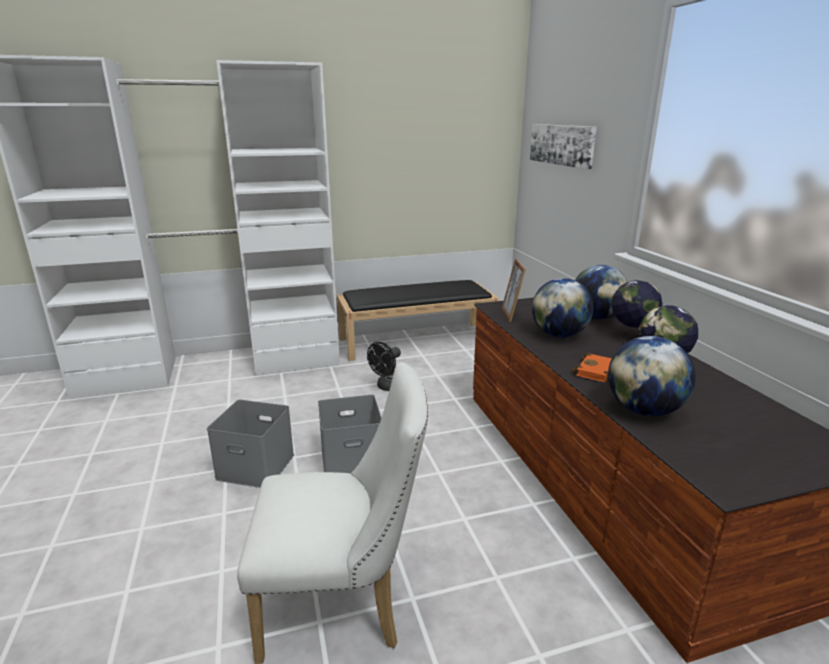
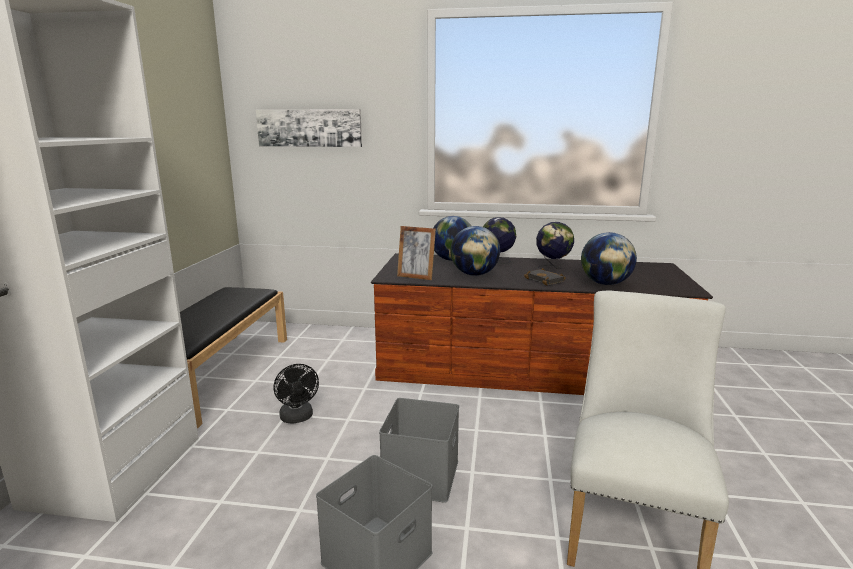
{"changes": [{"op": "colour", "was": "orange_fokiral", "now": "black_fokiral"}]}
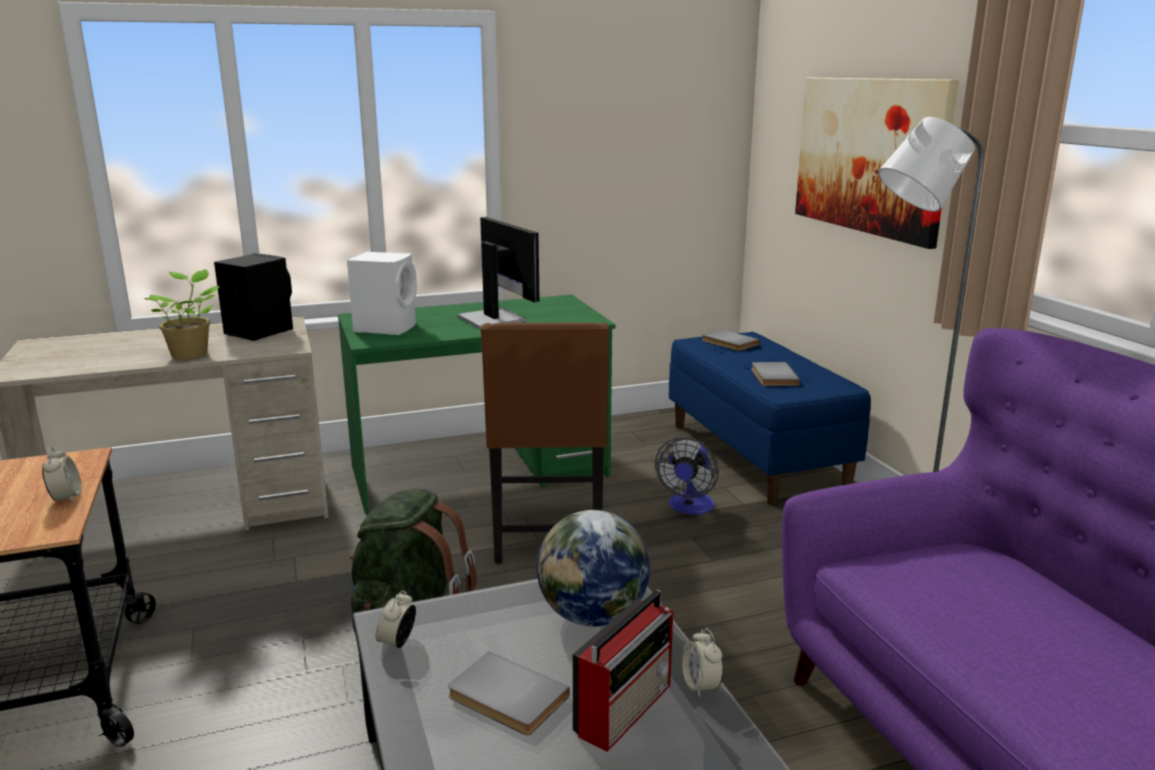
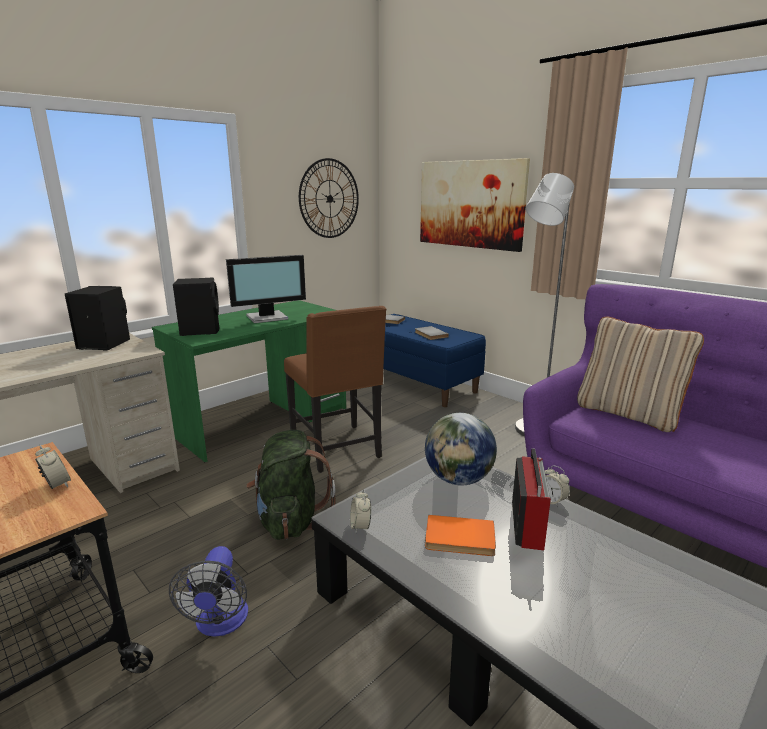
{"changes": [{"op": "spun", "was": "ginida", "clockwise": 120}, {"op": "colour", "was": "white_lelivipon", "now": "black_lelivipon (no. 2 from left)"}, {"op": "missing", "was": "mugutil"}, {"op": "relocated", "was": "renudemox"}, {"op": "colour", "was": "grey_fokiral (no. 1 from left)", "now": "orange_fokiral"}, {"op": "appeared", "now": "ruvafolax"}, {"op": "appeared", "now": "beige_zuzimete"}]}
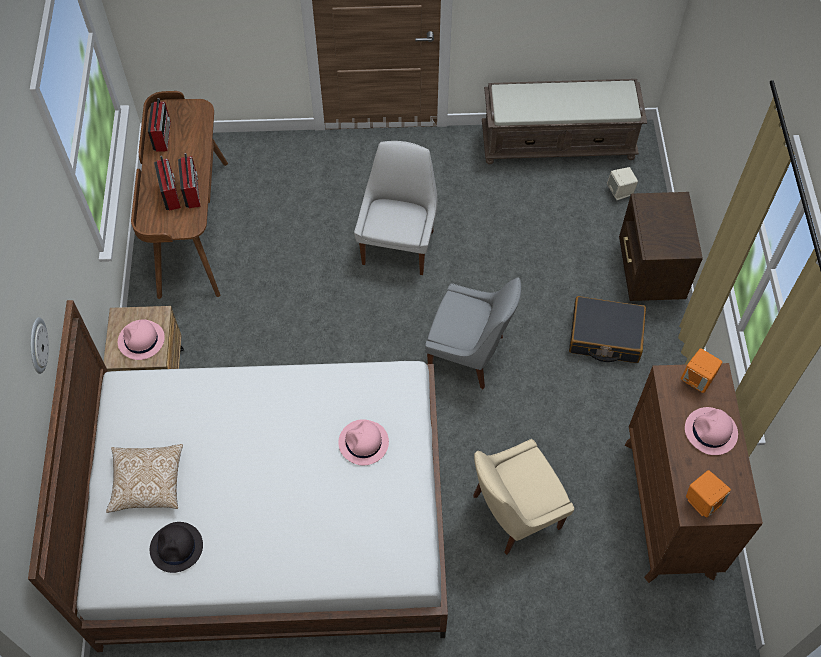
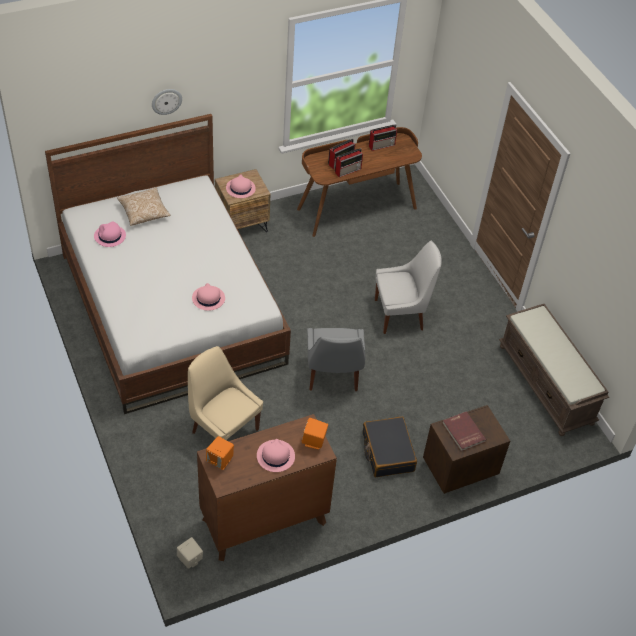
{"changes": [{"op": "relocated", "was": "beige_lelivipon"}, {"op": "colour", "was": "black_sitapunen", "now": "pink_sitapunen (no. 1 from left)"}, {"op": "appeared", "now": "red_fokiral"}]}
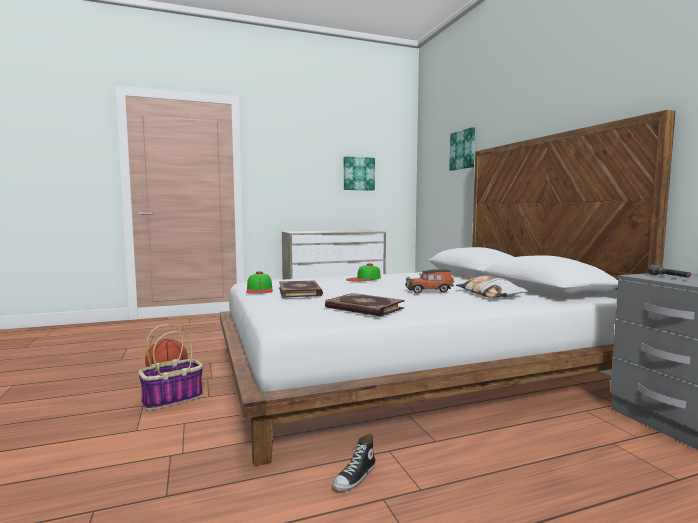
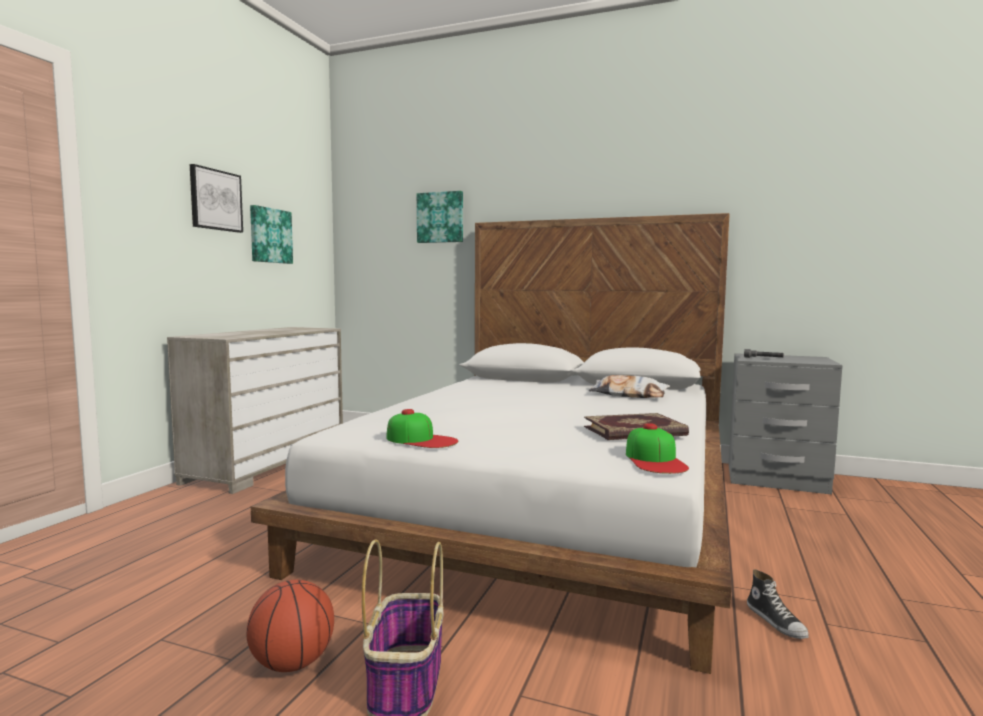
{"changes": [{"op": "relocated", "was": "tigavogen (no. 2 from left)"}, {"op": "missing", "was": "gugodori"}, {"op": "missing", "was": "fokiral (no. 1 from left)"}, {"op": "appeared", "now": "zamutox (no. 1 from left)"}]}
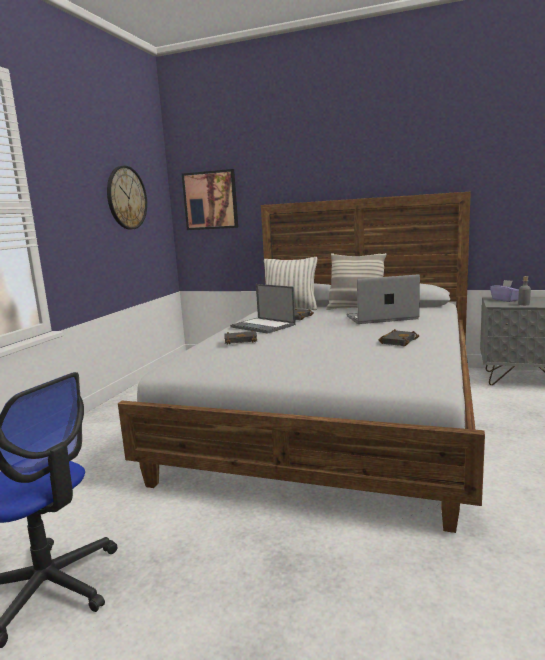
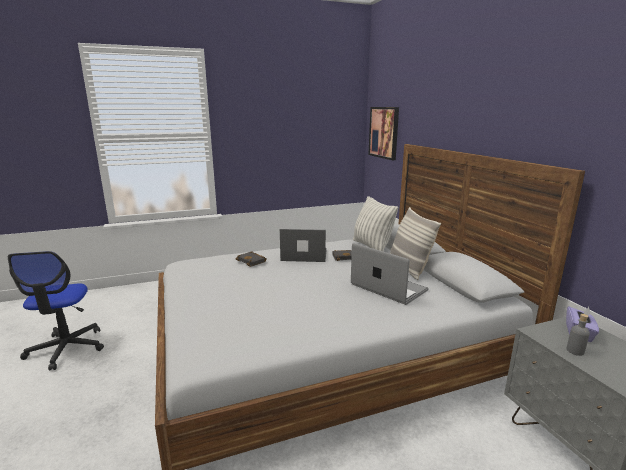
{"changes": [{"op": "missing", "was": "ruvafolax"}, {"op": "spun", "was": "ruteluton (no. 1 from left)", "clockwise": 90}, {"op": "missing", "was": "black_fokiral (no. 3 from left)"}]}
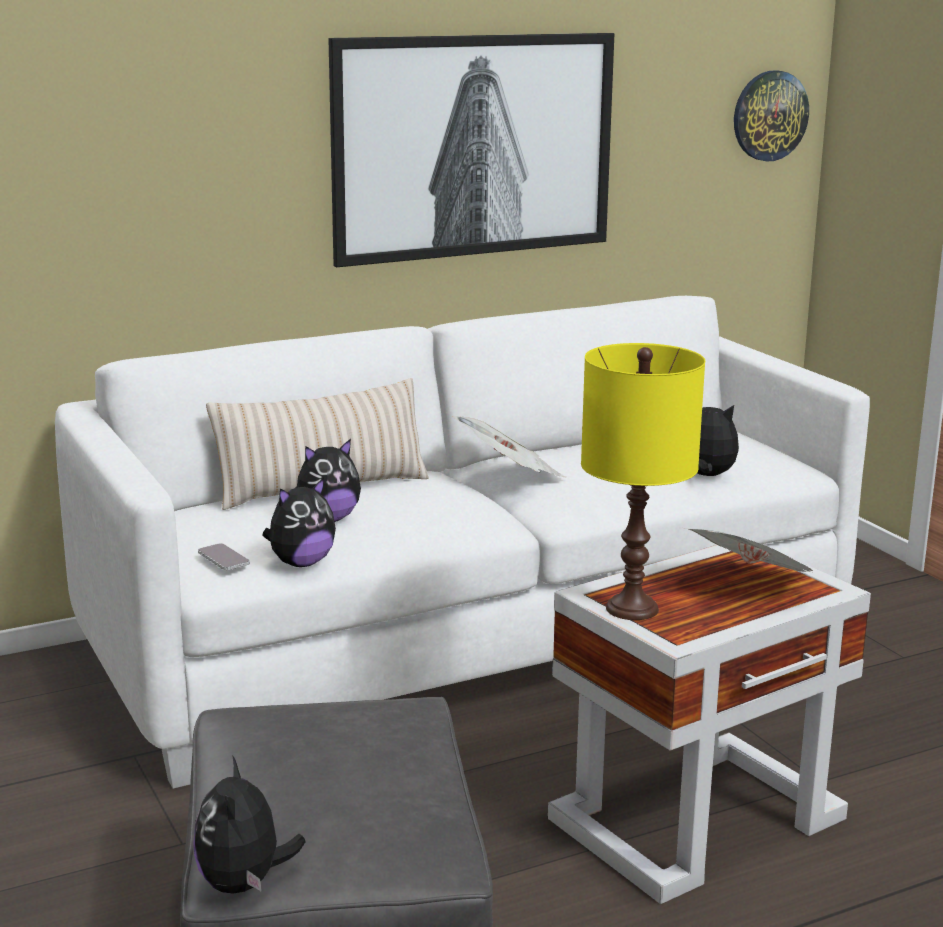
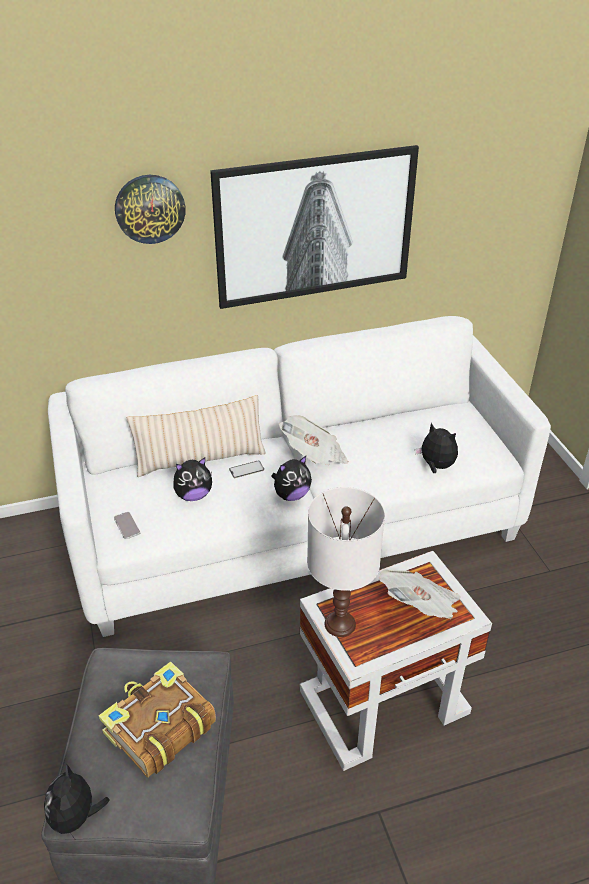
{"changes": [{"op": "relocated", "was": "ruvafolax"}, {"op": "colour", "was": "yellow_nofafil", "now": "white_nofafil"}, {"op": "relocated", "was": "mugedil (no. 2 from left in the first image)", "now": "mugedil (no. 3 from left)"}, {"op": "appeared", "now": "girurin (no. 2 from left)"}, {"op": "appeared", "now": "fokiral"}]}
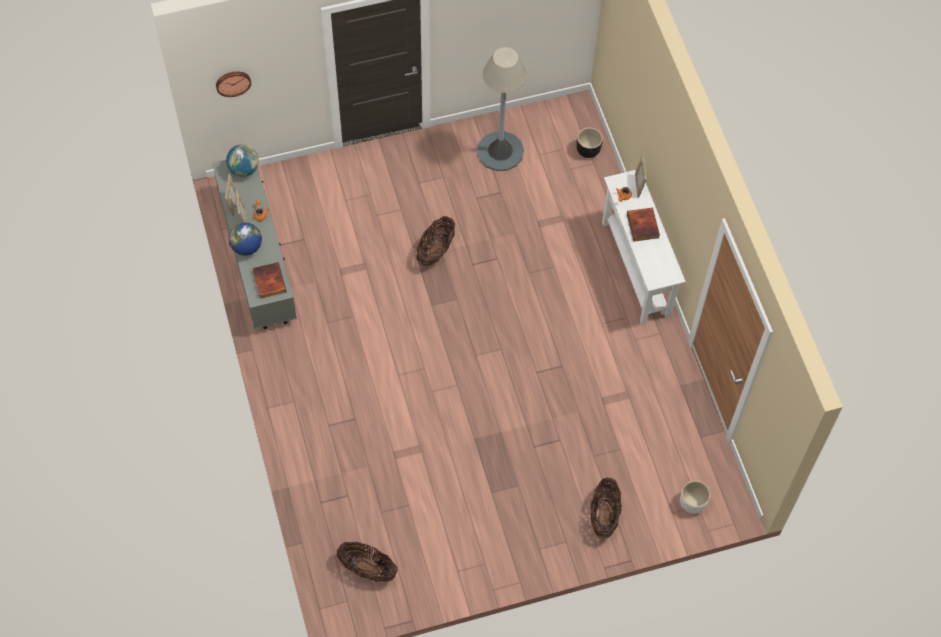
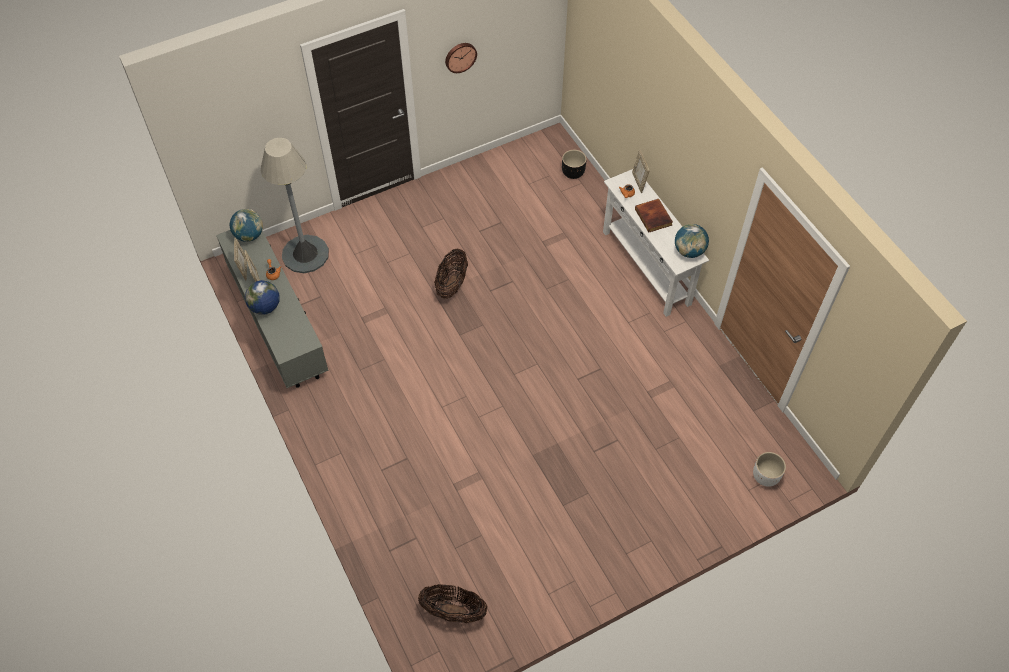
{"changes": [{"op": "relocated", "was": "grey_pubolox"}, {"op": "relocated", "was": "ruvafolax"}, {"op": "missing", "was": "fokiral (no. 1 from left)"}, {"op": "missing", "was": "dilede (no. 3 from left)"}, {"op": "appeared", "now": "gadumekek (no. 3 from left)"}]}
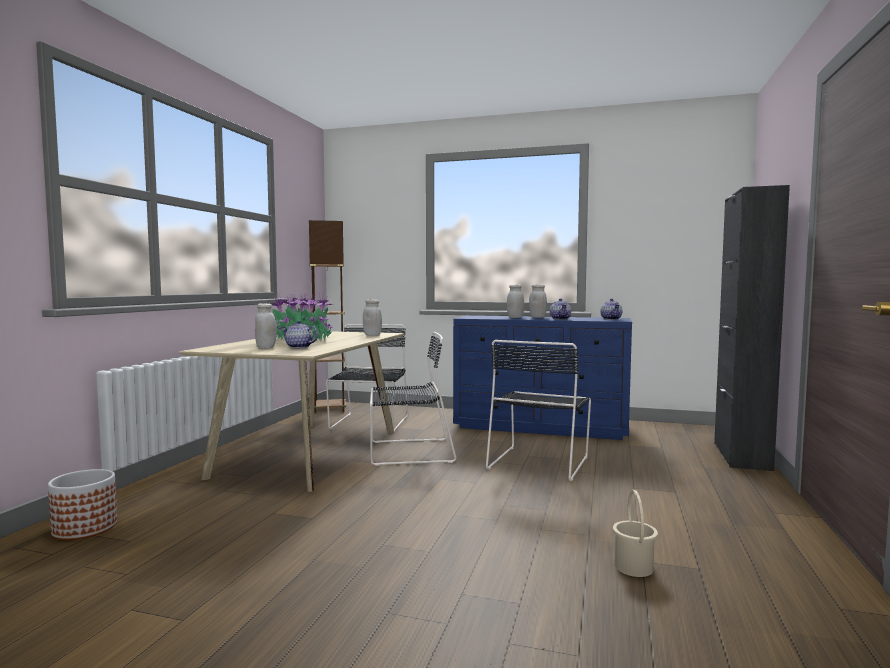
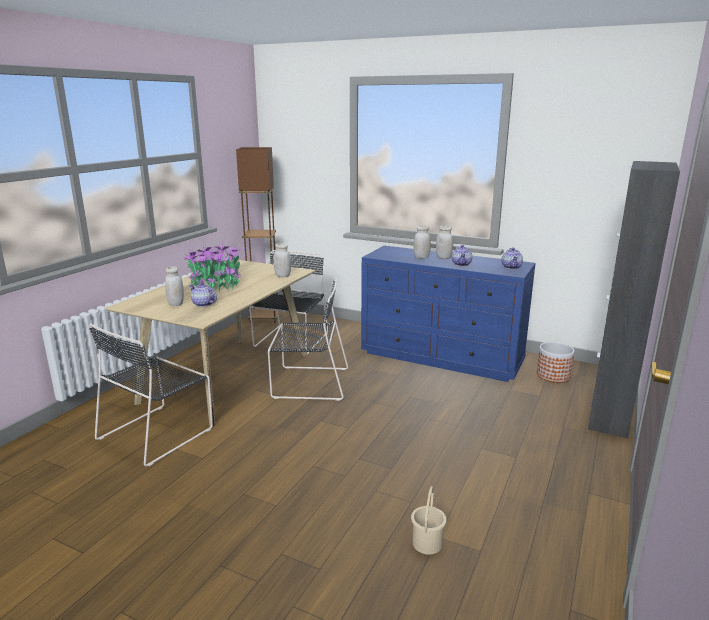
{"changes": [{"op": "relocated", "was": "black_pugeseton (no. 3 from left in the first image)", "now": "black_pugeseton (no. 1 from left)"}, {"op": "relocated", "was": "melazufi"}]}
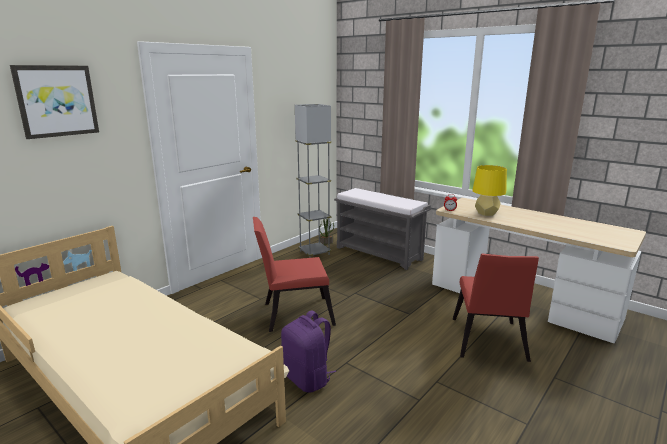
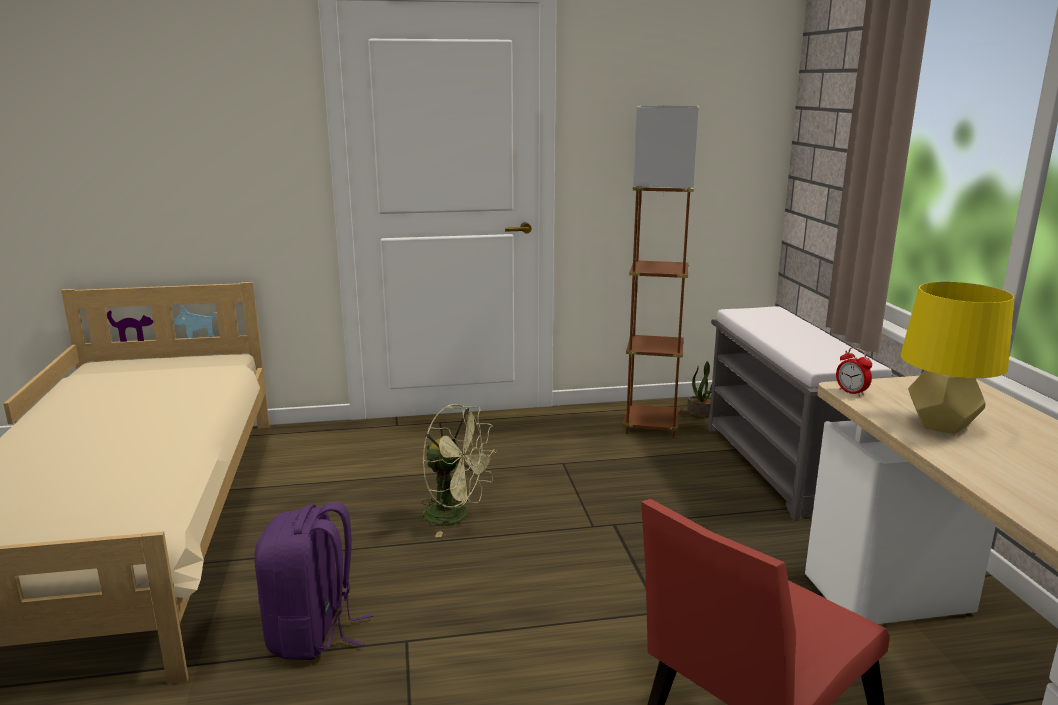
{"changes": [{"op": "missing", "was": "zamutox"}, {"op": "colour", "was": "grey_pubolox", "now": "brown_pubolox"}, {"op": "exchanged", "was": "red_pugeseton (no. 1 from left)", "now": "green_renudemox"}]}
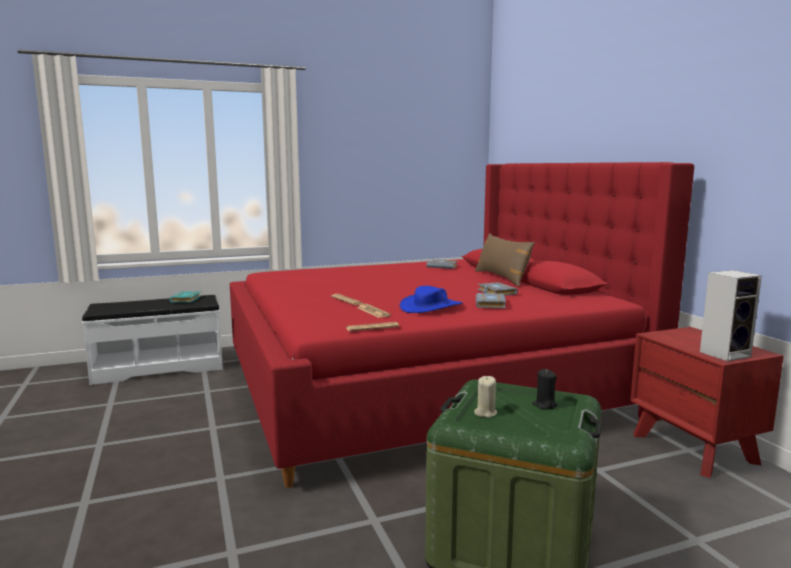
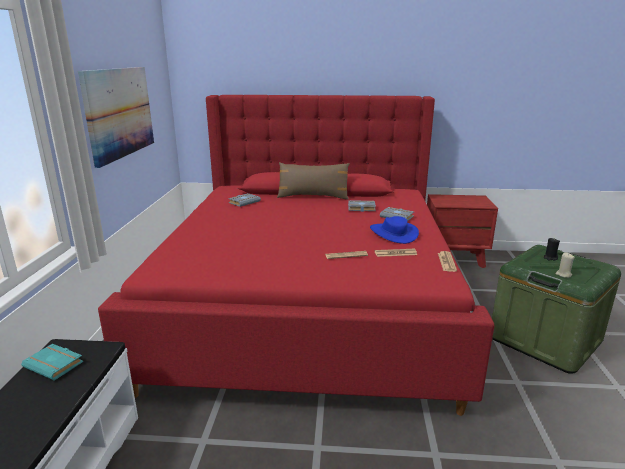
{"changes": [{"op": "missing", "was": "lelivipon"}, {"op": "appeared", "now": "zamutox"}]}
